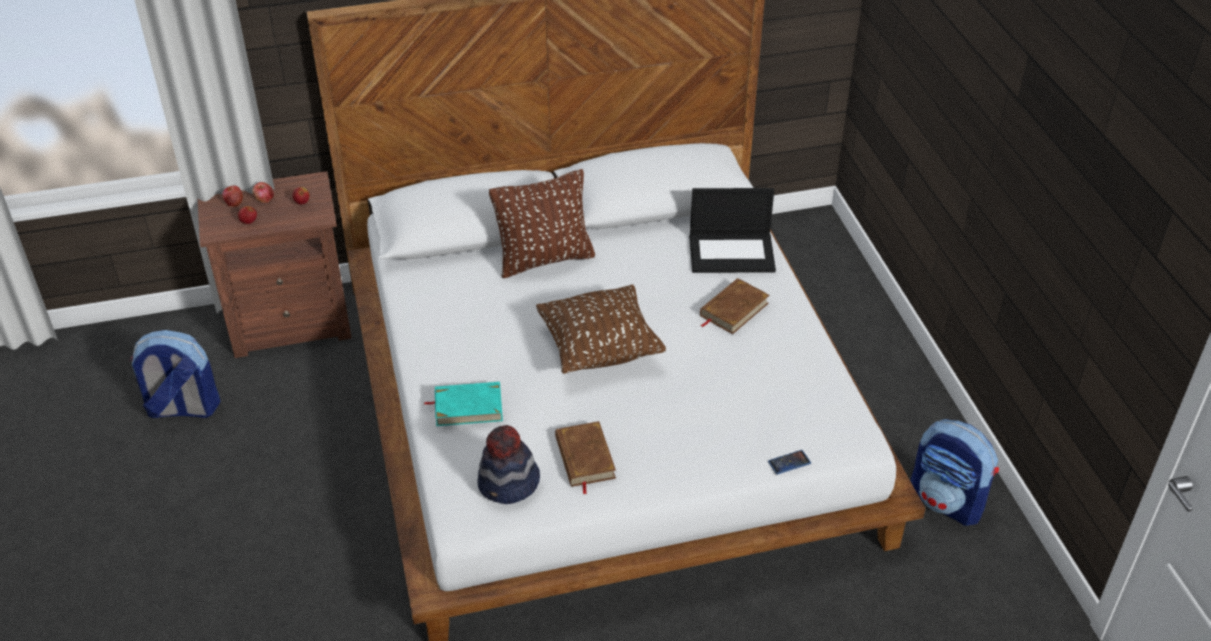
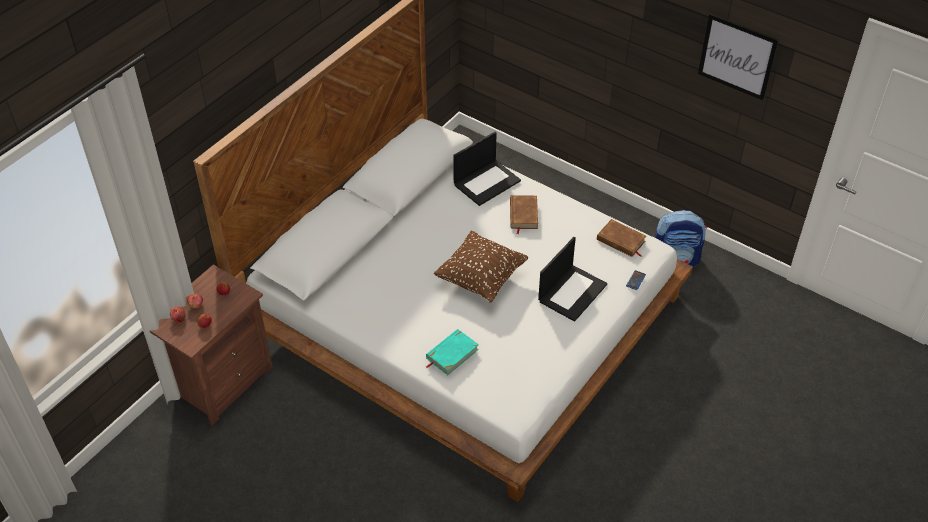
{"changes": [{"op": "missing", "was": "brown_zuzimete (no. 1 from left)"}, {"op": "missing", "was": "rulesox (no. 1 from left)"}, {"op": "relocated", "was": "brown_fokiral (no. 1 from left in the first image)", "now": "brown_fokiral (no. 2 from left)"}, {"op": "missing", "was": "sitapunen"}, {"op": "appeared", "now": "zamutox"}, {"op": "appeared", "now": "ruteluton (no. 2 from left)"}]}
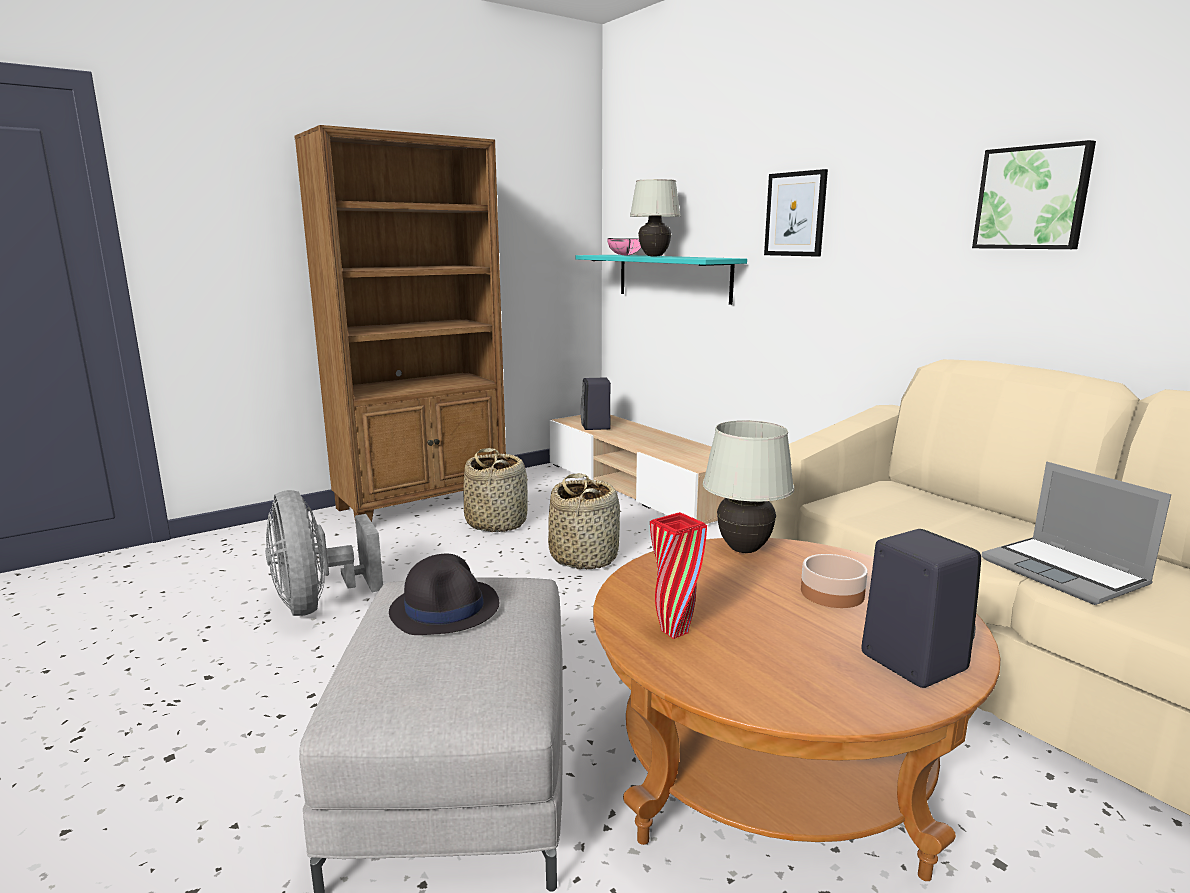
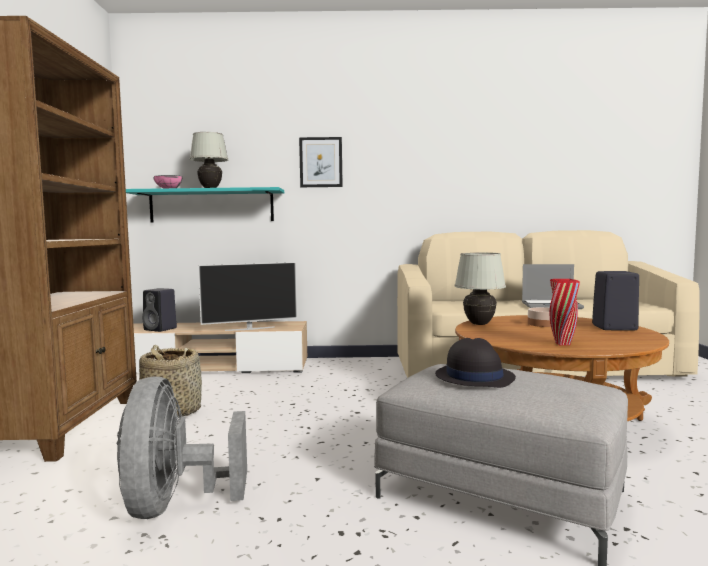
{"changes": [{"op": "missing", "was": "zamutox (no. 2 from left)"}, {"op": "missing", "was": "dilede (no. 2 from left)"}, {"op": "spun", "was": "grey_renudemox", "clockwise": 75}, {"op": "appeared", "now": "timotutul"}]}
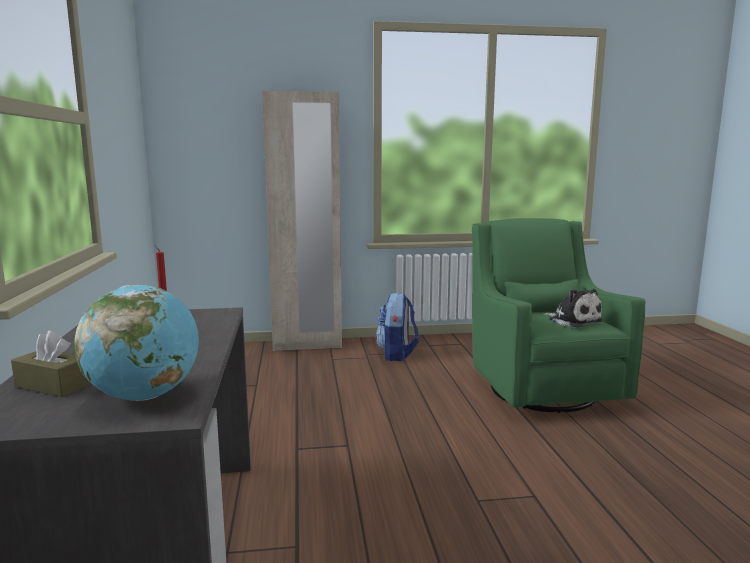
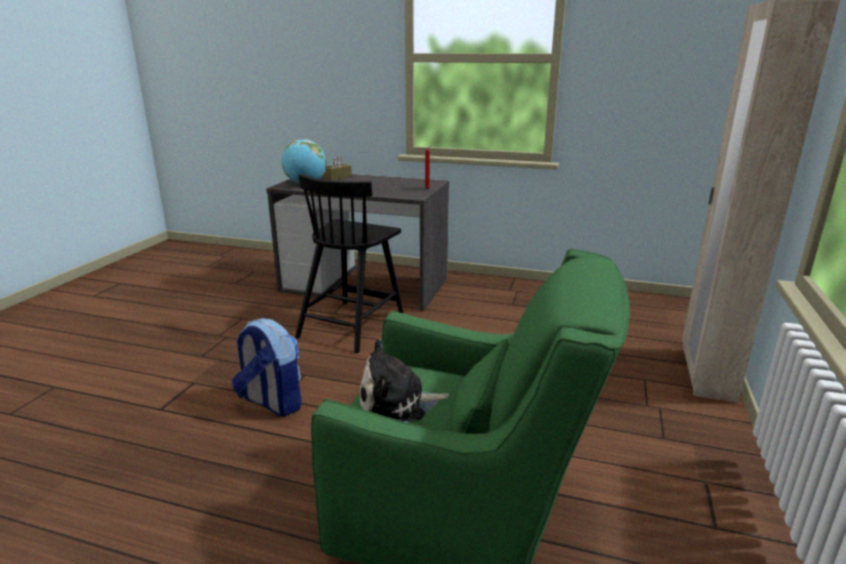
{"changes": [{"op": "relocated", "was": "rulesox"}, {"op": "appeared", "now": "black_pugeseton"}]}
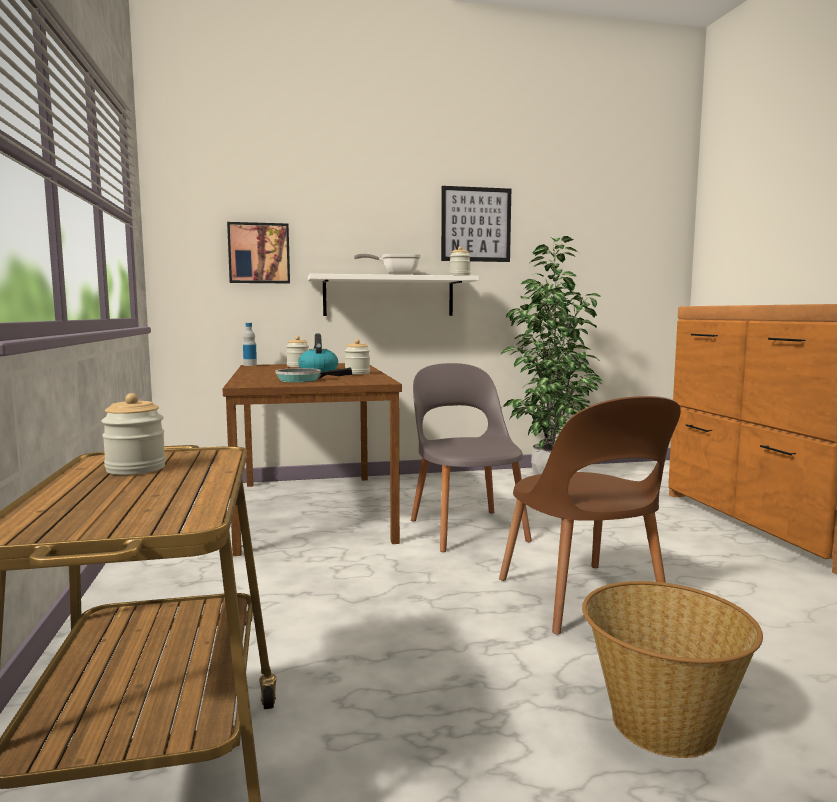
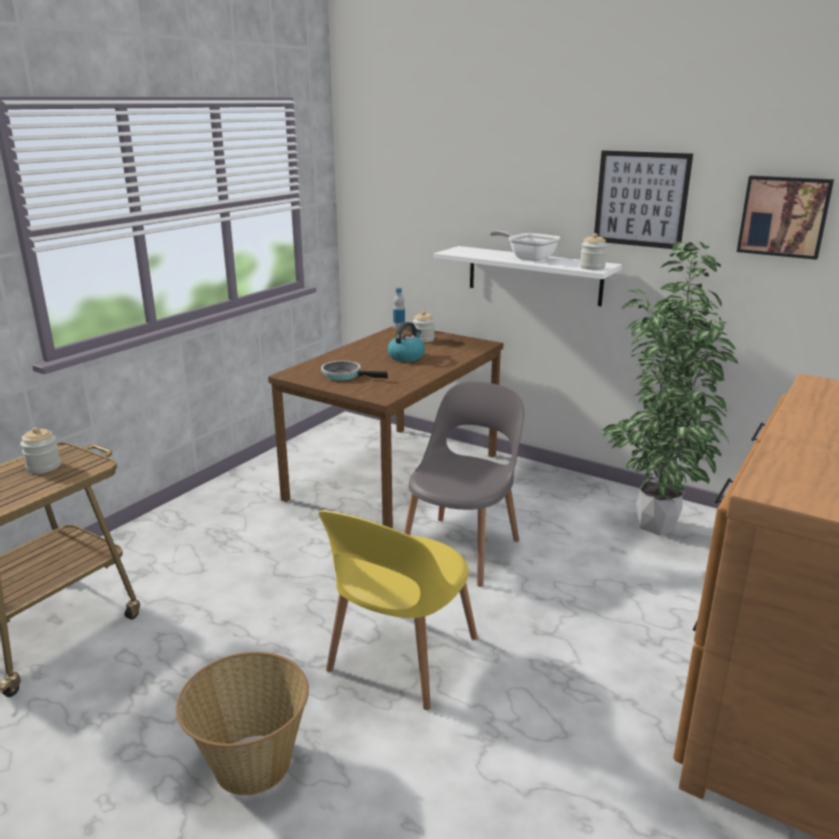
{"changes": [{"op": "relocated", "was": "zamutox (no. 1 from left in the first image)", "now": "zamutox (no. 2 from left)"}, {"op": "missing", "was": "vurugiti (no. 3 from left)"}, {"op": "colour", "was": "brown_pugeseton", "now": "yellow_pugeseton"}]}
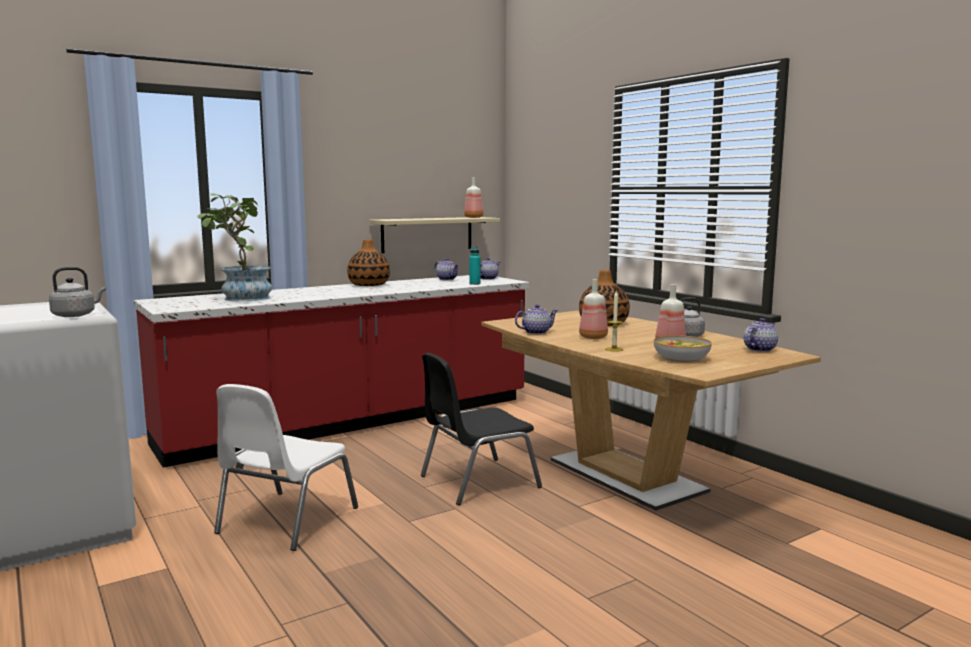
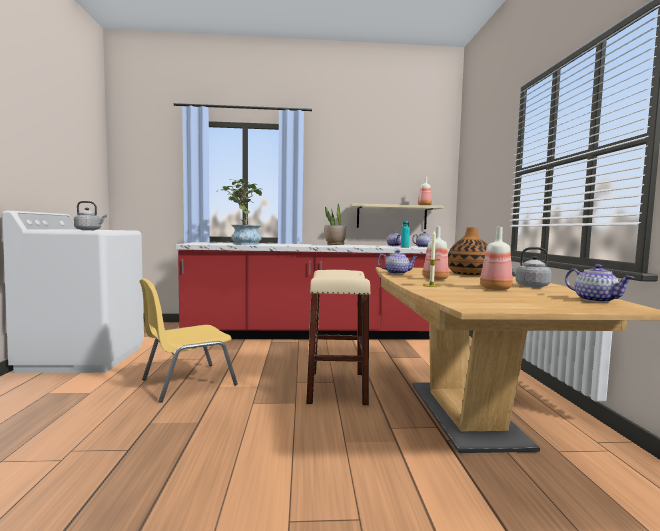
{"changes": [{"op": "exchanged", "was": "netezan (no. 1 from left)", "now": "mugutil (no. 2 from left)"}, {"op": "spun", "was": "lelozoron (no. 4 from left)", "clockwise": 75}, {"op": "missing", "was": "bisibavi"}, {"op": "exchanged", "was": "black_pugeseton", "now": "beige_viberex"}, {"op": "colour", "was": "white_pugeseton", "now": "yellow_pugeseton"}]}
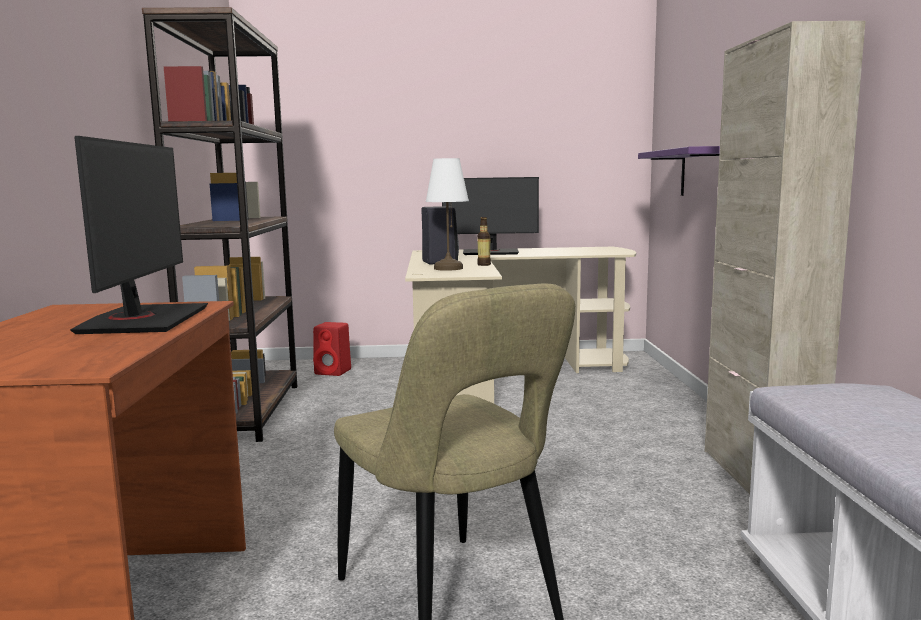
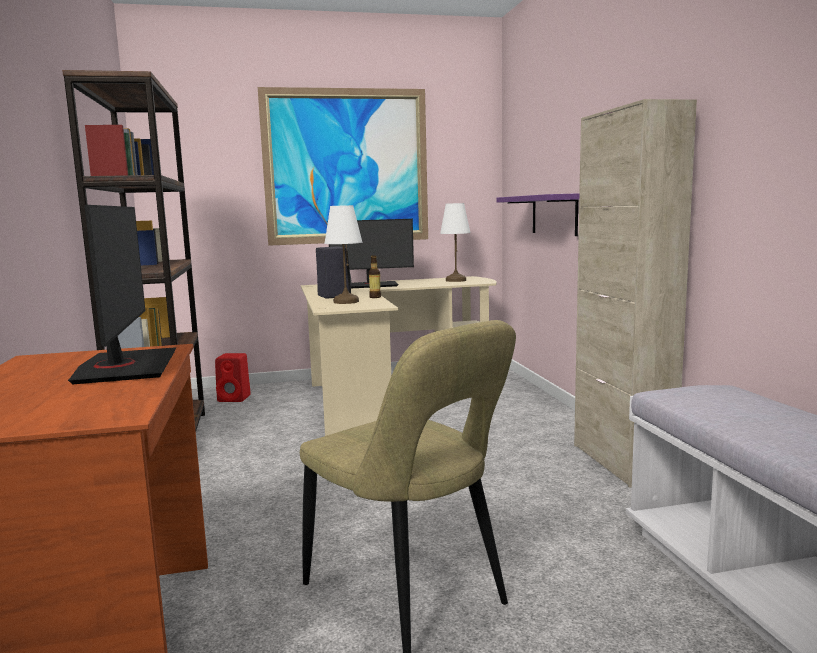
{"changes": [{"op": "appeared", "now": "zamutox"}, {"op": "appeared", "now": "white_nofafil (no. 2 from left)"}]}
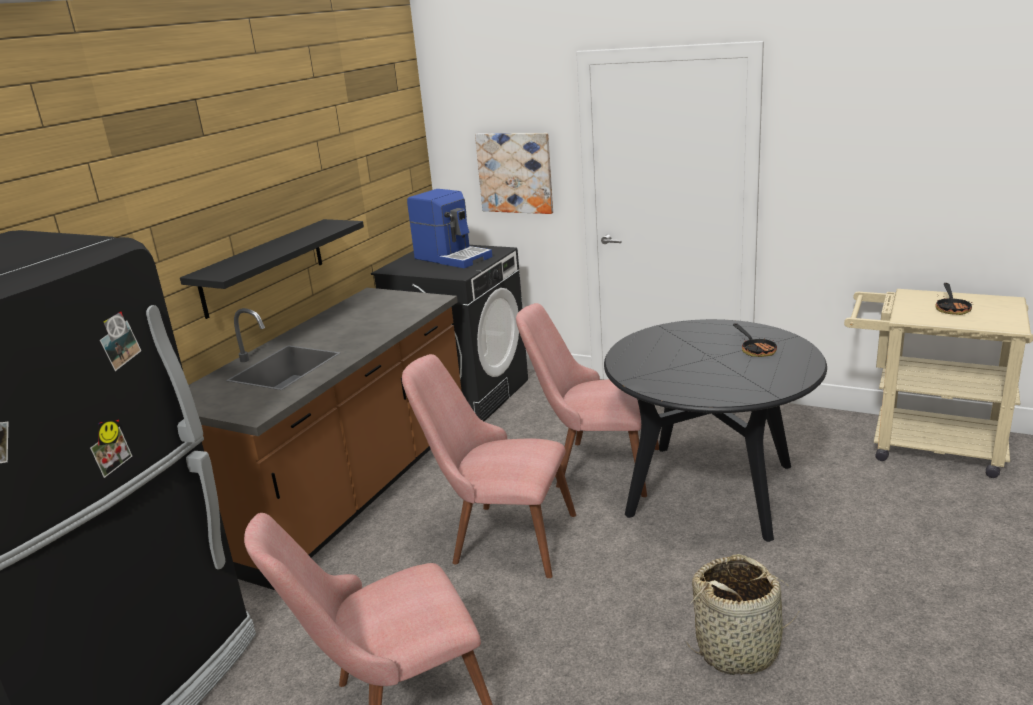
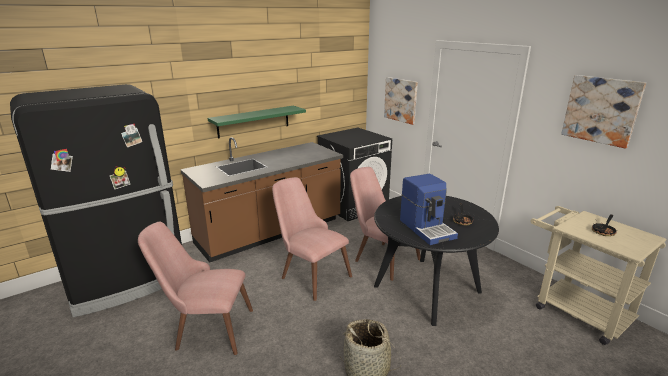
{"changes": [{"op": "relocated", "was": "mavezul"}, {"op": "colour", "was": "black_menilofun", "now": "green_menilofun"}, {"op": "appeared", "now": "zamutox (no. 2 from left)"}]}
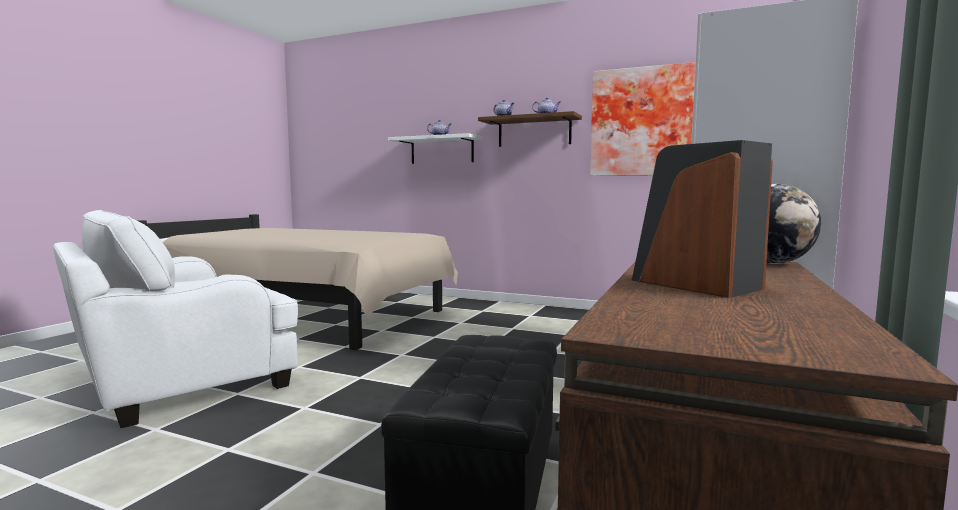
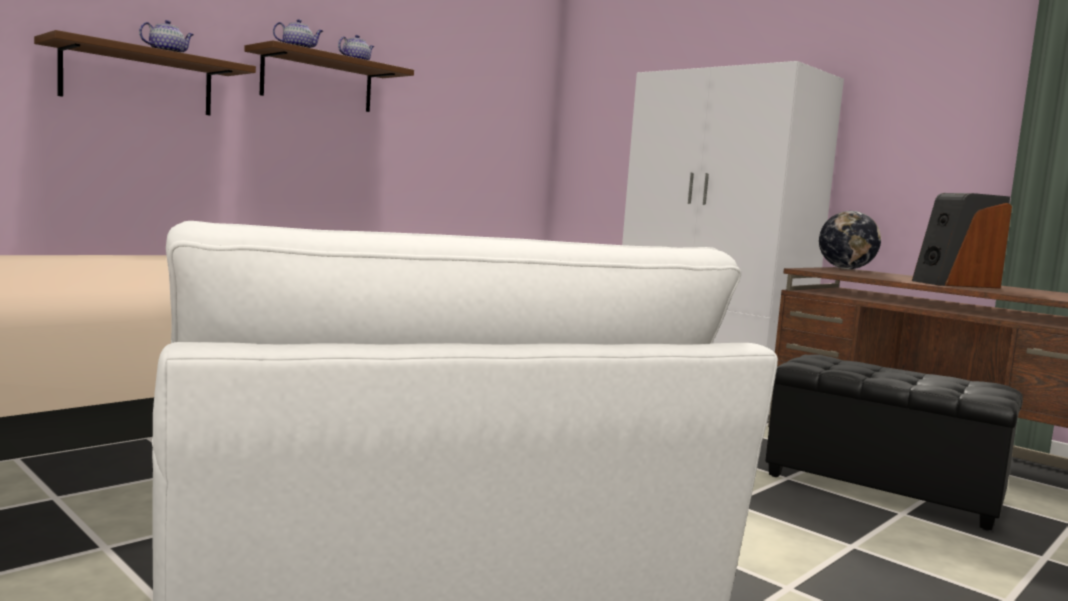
{"changes": [{"op": "missing", "was": "zamutox"}, {"op": "colour", "was": "white_menilofun", "now": "brown_menilofun (no. 1 from left)"}]}
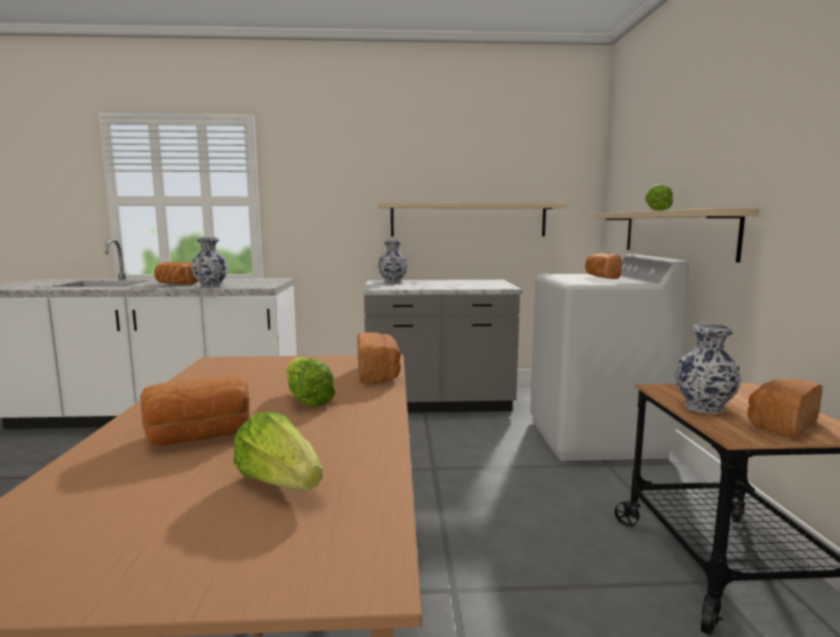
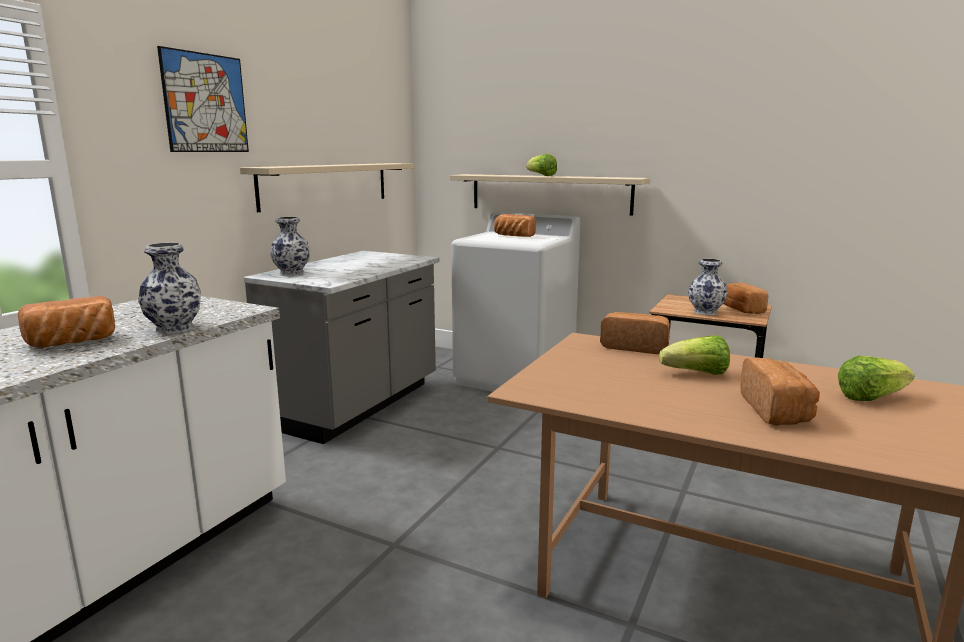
{"changes": [{"op": "appeared", "now": "zamutox"}]}
